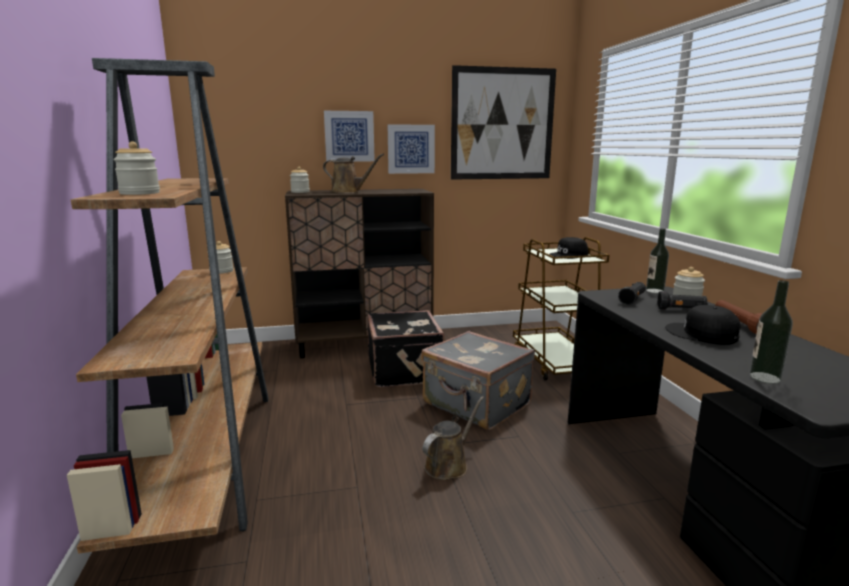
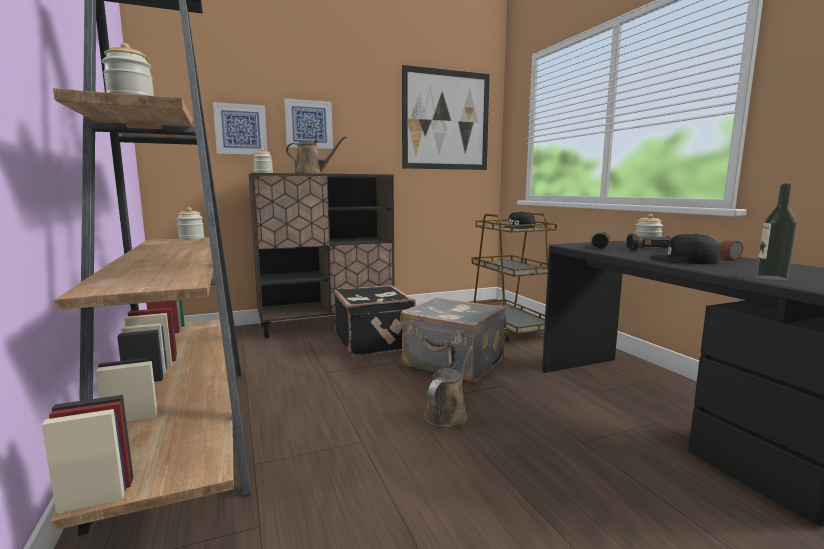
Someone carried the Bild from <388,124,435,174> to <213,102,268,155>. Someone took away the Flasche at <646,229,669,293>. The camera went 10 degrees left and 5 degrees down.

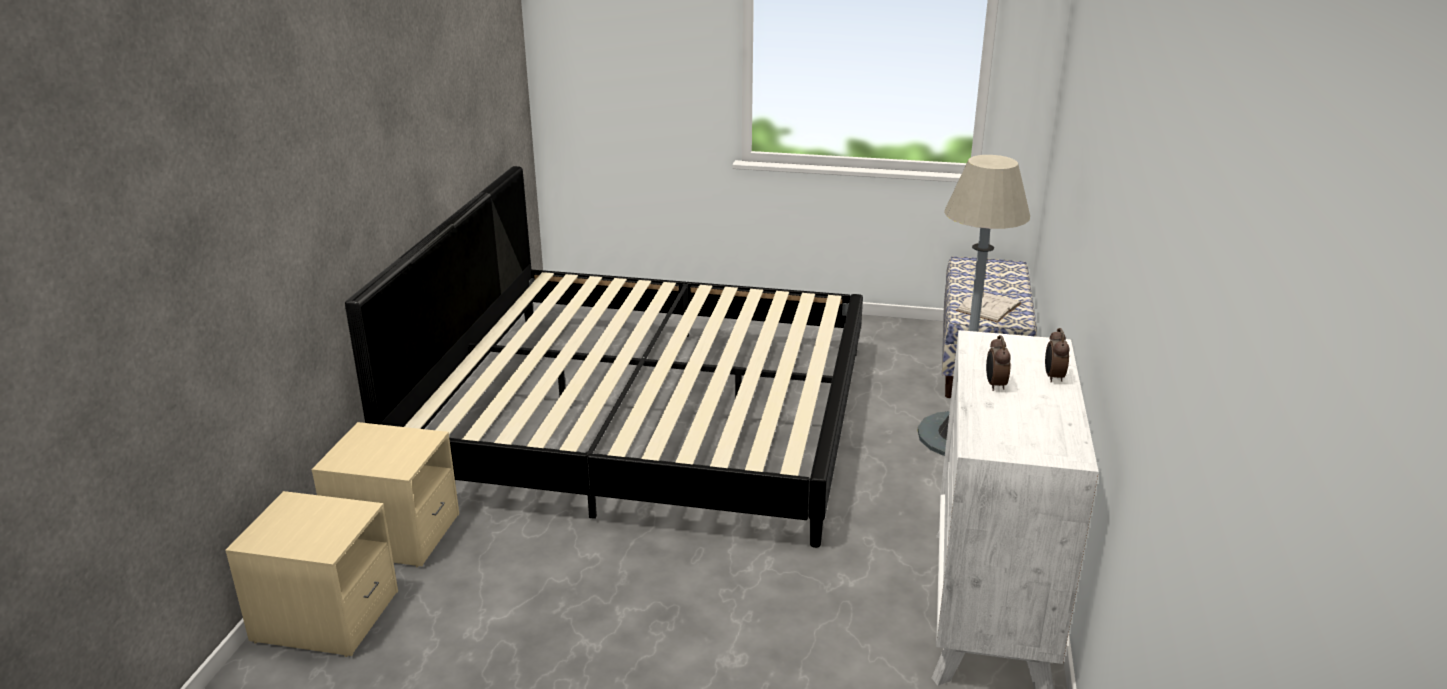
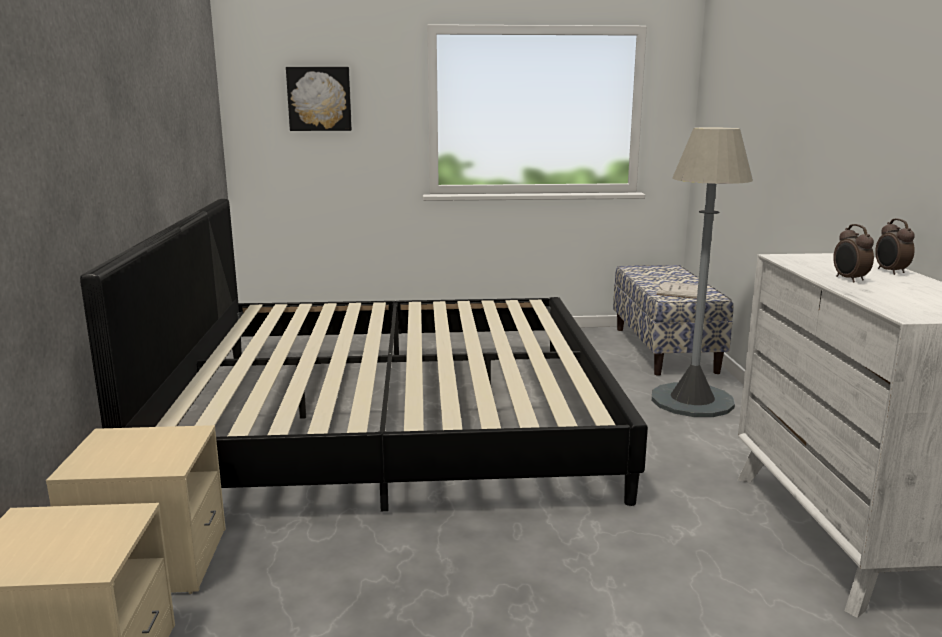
Someone put up the Bild at <286,67,352,131>. The camera went 15 degrees left and 10 degrees down.

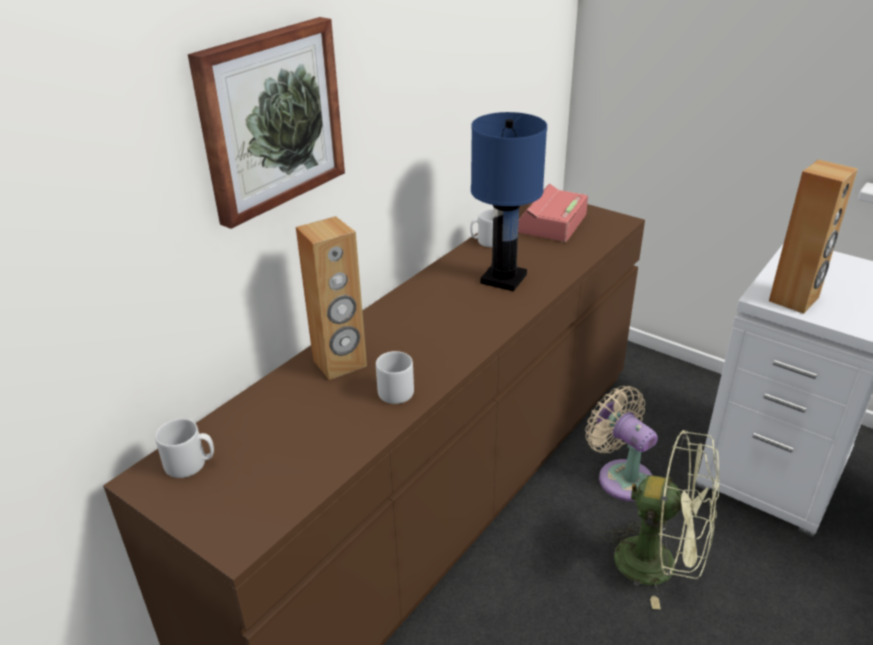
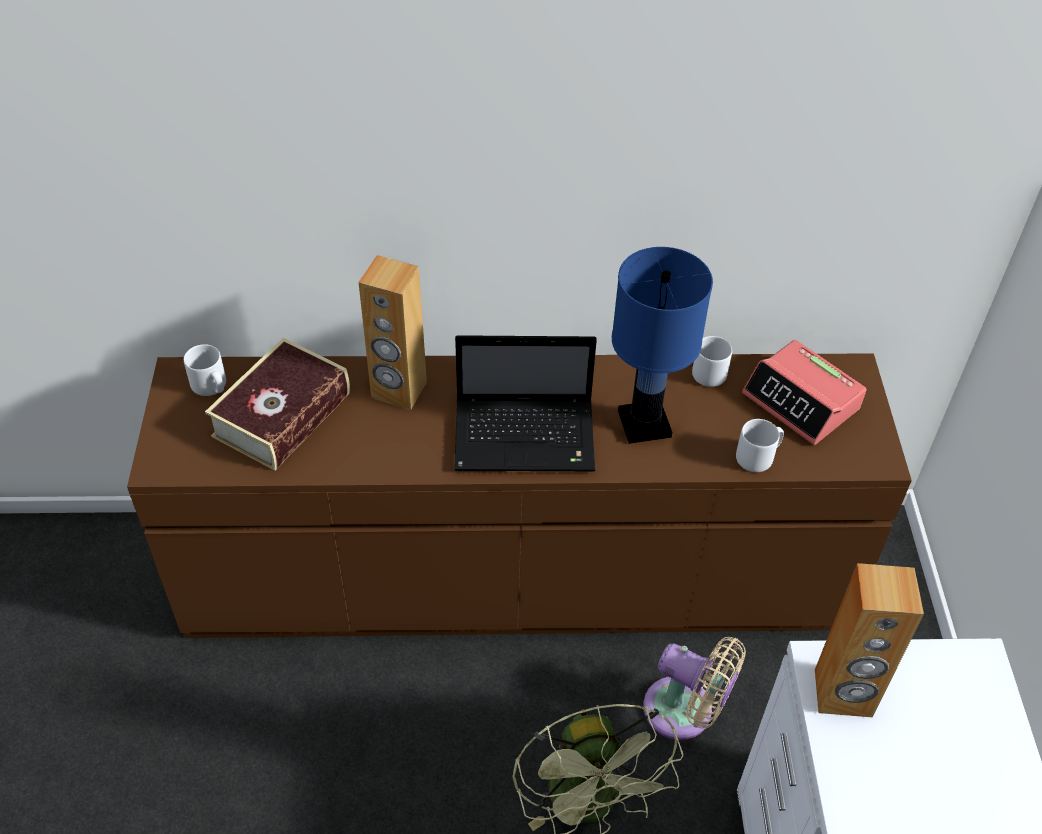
Someone took away the Bild at <188,17,345,229>. Someone rotated the Wecker at <518,184,588,242> by 120 degrees counterclockwise. Someone carried the Henkelbecher/grau from <376,351,414,404> to <736,419,784,472>. Someone rotated the Ventilator/beige at <585,386,658,501> by 105 degrees clockwise. Someone put down the Laptop at <454,335,597,471>. Someone put down the Buch at <205,338,350,471>. The camera went 50 degrees right and 15 degrees up.

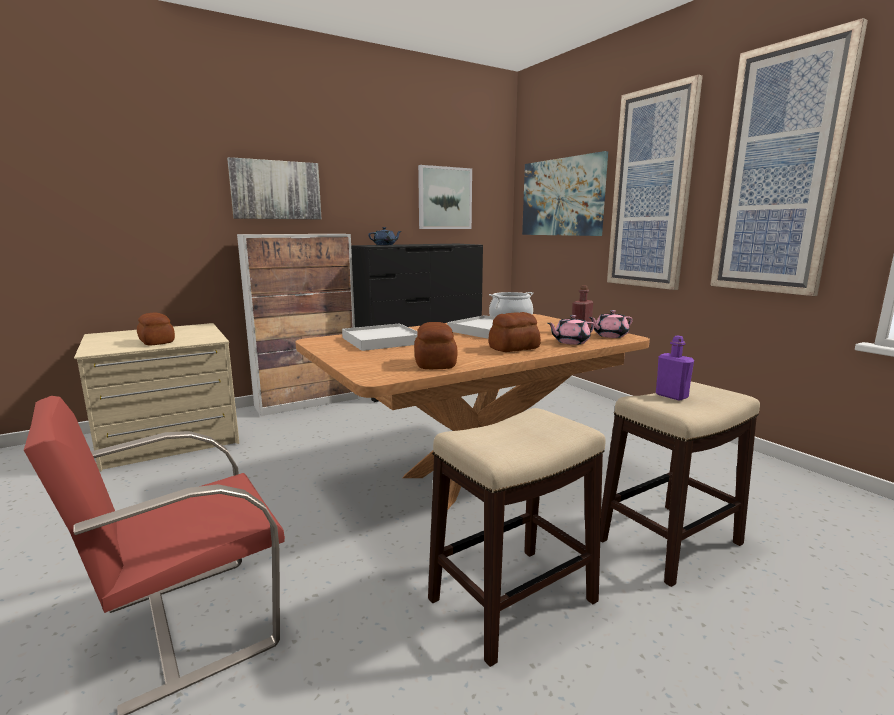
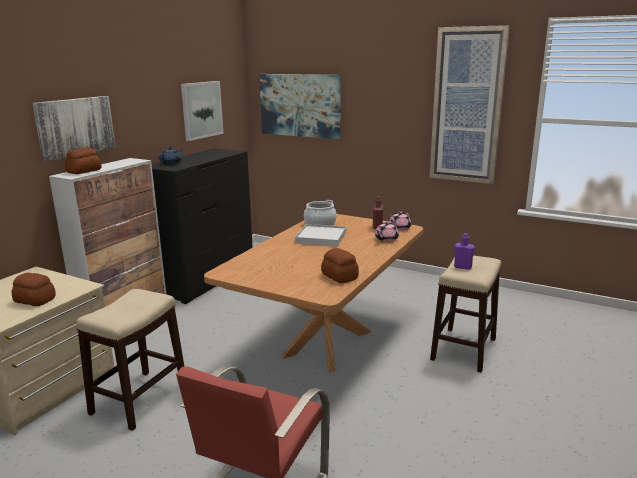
Someone took away the Bild at <607,75,703,290>. Someone carried the Brot from <489,312,541,352> to <65,147,101,174>. Someone took away the Tablett/weiß at <342,324,418,351>. Someone carried the Hocker from <428,408,606,667> to <76,289,185,431>. The camera went 30 degrees left and 5 degrees up.

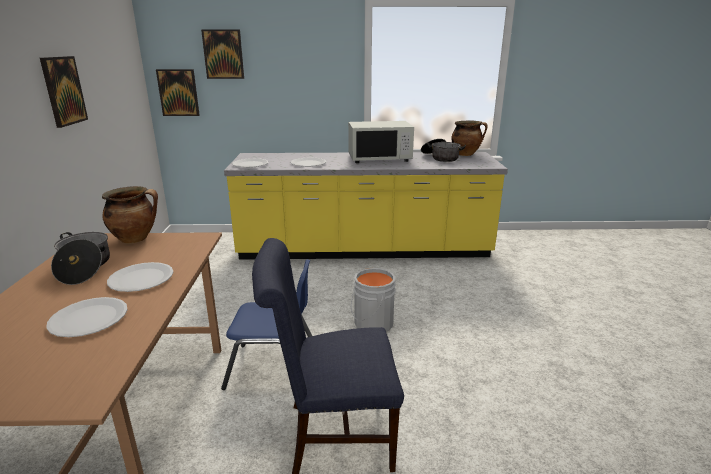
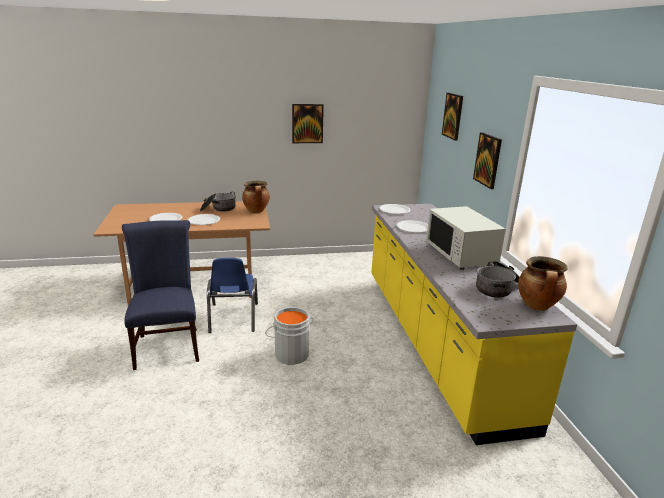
Someone carried the Bild from <156,69,200,116> to <473,132,502,189>. The camera went 80 degrees right and 0 degrees up.

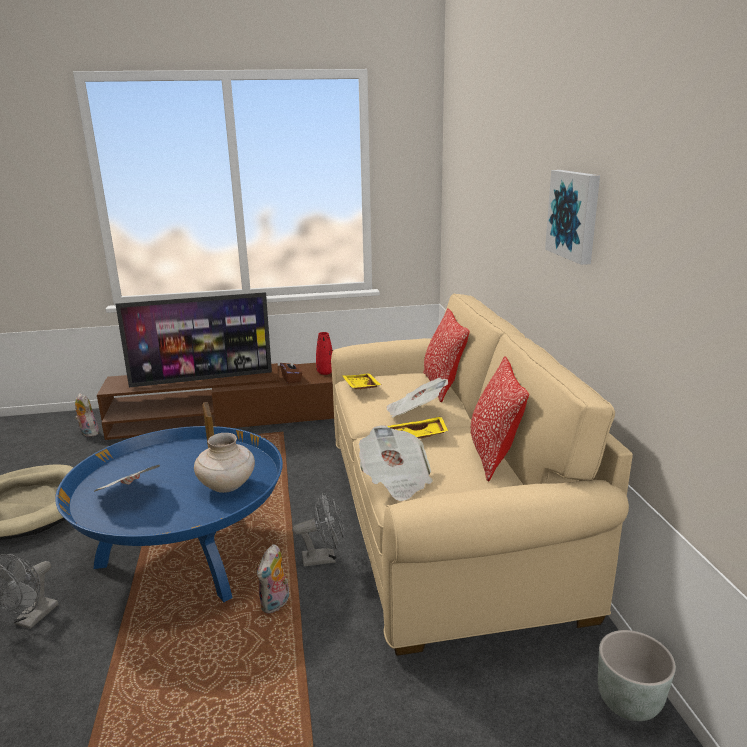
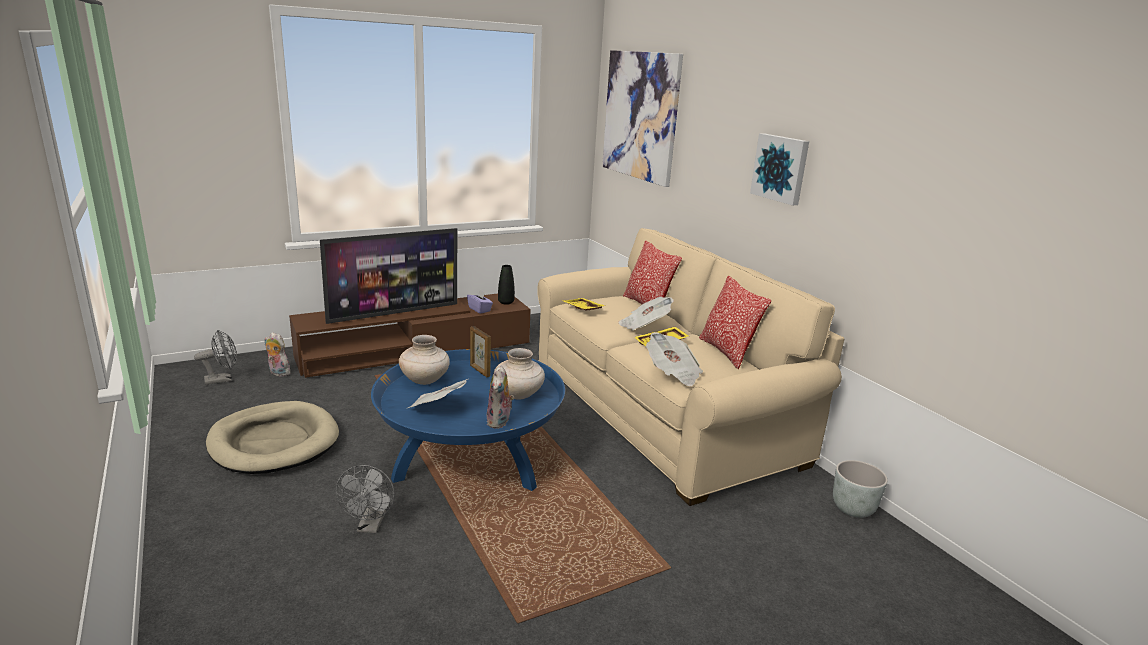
Someone repainted the Vase/rot at <316,332,333,375>, which became the Vase/schwarz at <498,265,515,305>. Someone repainted the Taschentuchbox/braun at <280,358,302,384>, which became the Taschentuchbox/lila at <467,290,493,314>. Someone carried the Ventilator/grau from <292,493,345,566> to <194,330,237,385>. Someone carried the Plüschtier from <257,544,289,614> to <487,365,514,429>. Someone put up the Bild at <602,50,683,187>. Someone put down the Vase/beige at <399,335,450,385>. The camera went 20 degrees left and 0 degrees up.

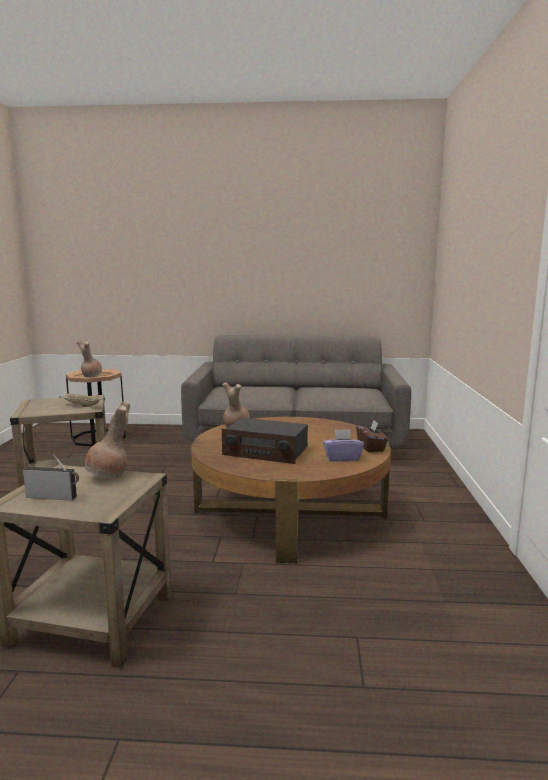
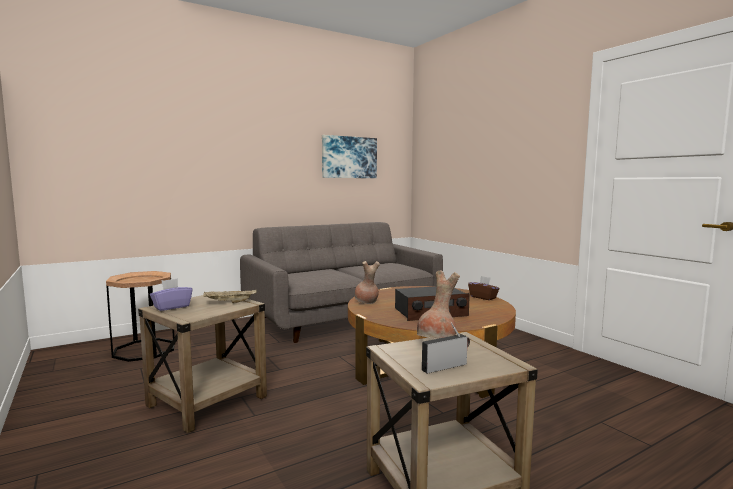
Someone took away the Vase/braun at <77,341,102,378>. Someone carried the Taschentuchbox/lila from <323,429,364,462> to <150,278,193,311>. Someone put up the Bild at <322,135,377,178>. The camera went 35 degrees left and 5 degrees down.

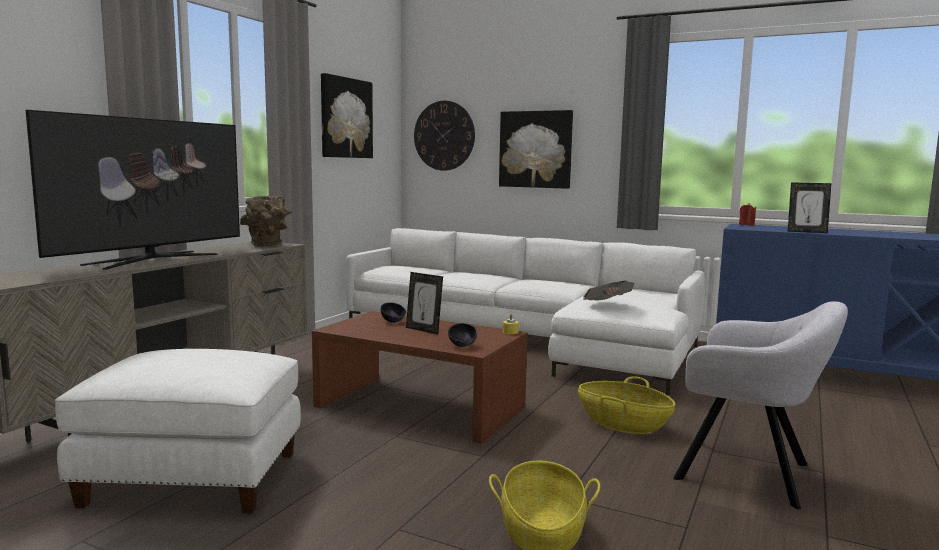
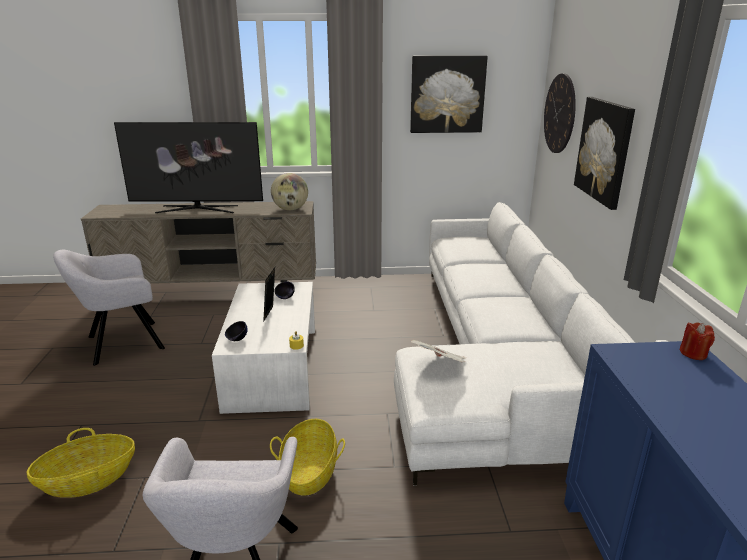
Someone took away the Bilderrahmen at <788,182,831,233>. Someone swapped the Vase/braun at <240,196,292,247> for the Globus at <271,173,308,210>. Someone repainted the Couchtisch/braun at <312,311,528,444>, which became the Couchtisch/weiß at <212,282,315,414>. Someone swapped the Polsterhocker/weiß at <55,349,301,514> for the Sessel/grau at <53,250,165,366>. The camera went 60 degrees right and 15 degrees up.

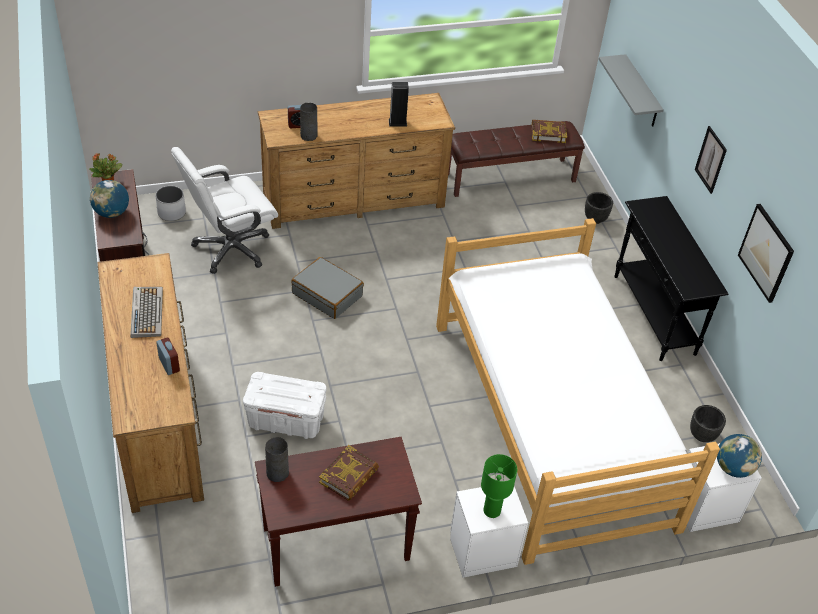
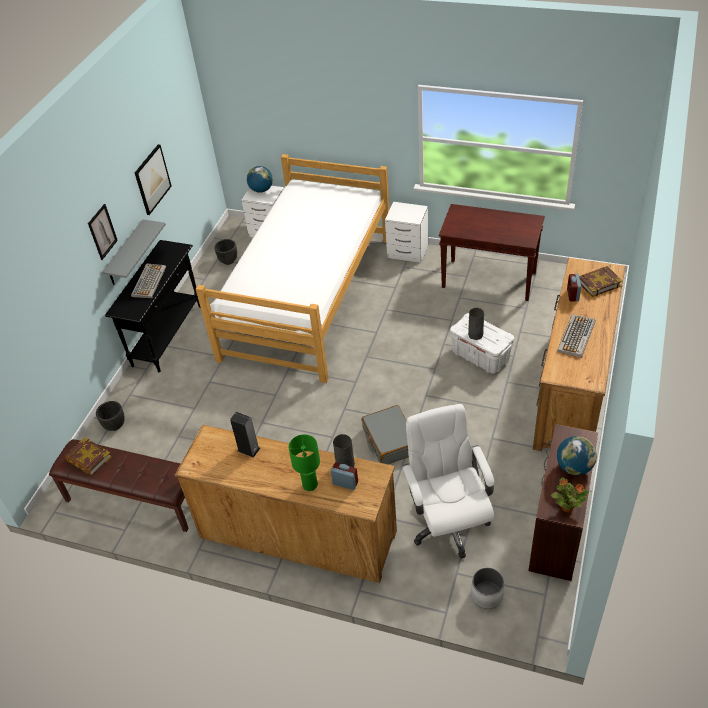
Someone carried the Wandregal/grau from <599,54,664,126> to <102,219,166,285>. Someone rotated the Bürostuhl/weiß at <171,147,278,274> by 105 degrees counterclockwise. Someone carried the Vase/grau from <265,437,289,482> to <468,308,484,340>. Someone carried the Buch from <319,445,379,501> to <579,266,623,297>. Someone carried the Tischlampe/grün from <481,454,517,518> to <288,434,320,491>. Someone put down the Tastatur at <131,263,166,298>. The camera went 140 degrees left and 0 degrees up.

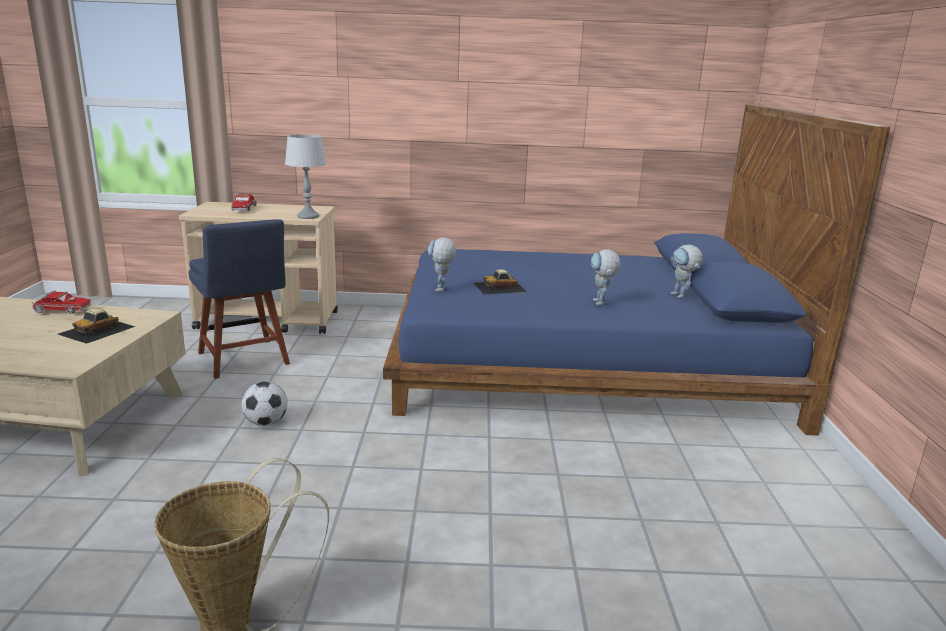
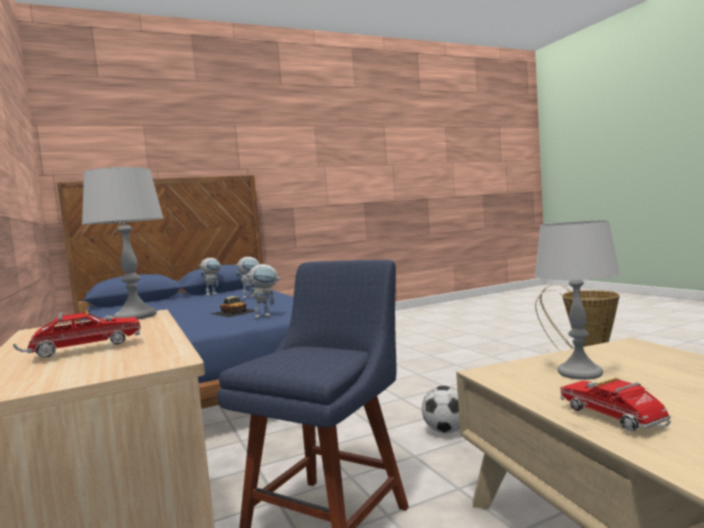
Someone swapped the Spielzeugauto at <58,309,135,344> for the Tischlampe/grau at <534,220,620,380>. The camera went 115 degrees left and 15 degrees down.

